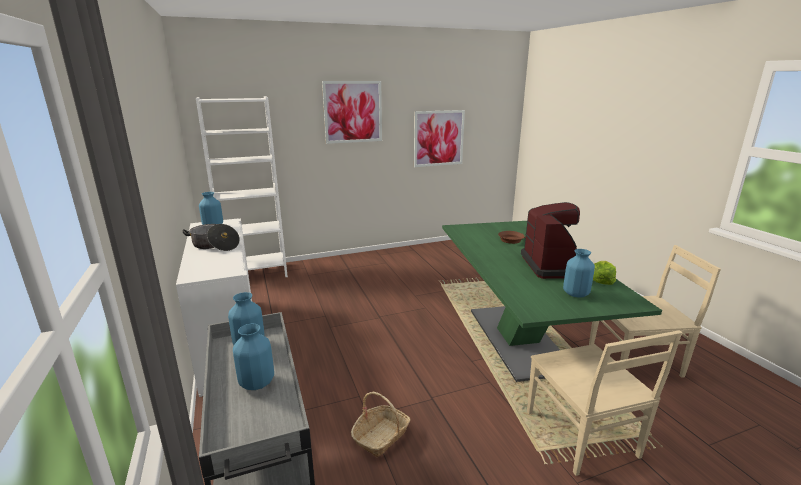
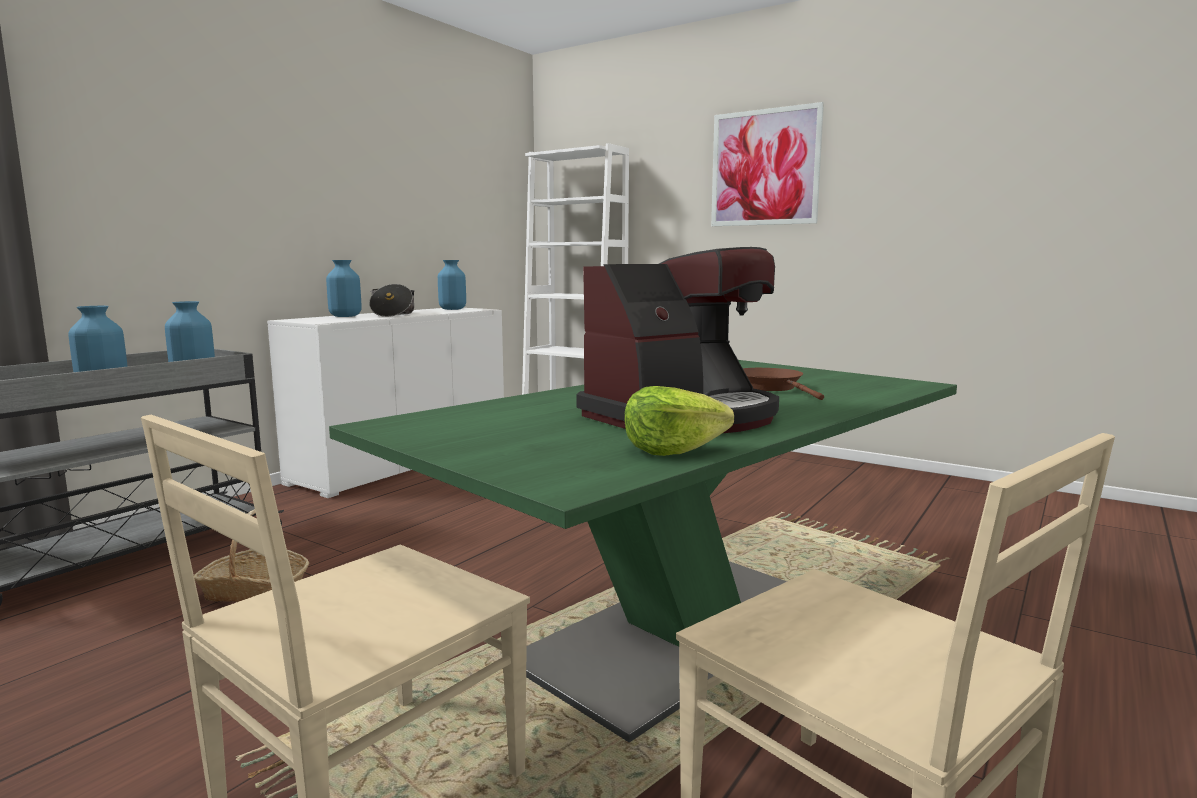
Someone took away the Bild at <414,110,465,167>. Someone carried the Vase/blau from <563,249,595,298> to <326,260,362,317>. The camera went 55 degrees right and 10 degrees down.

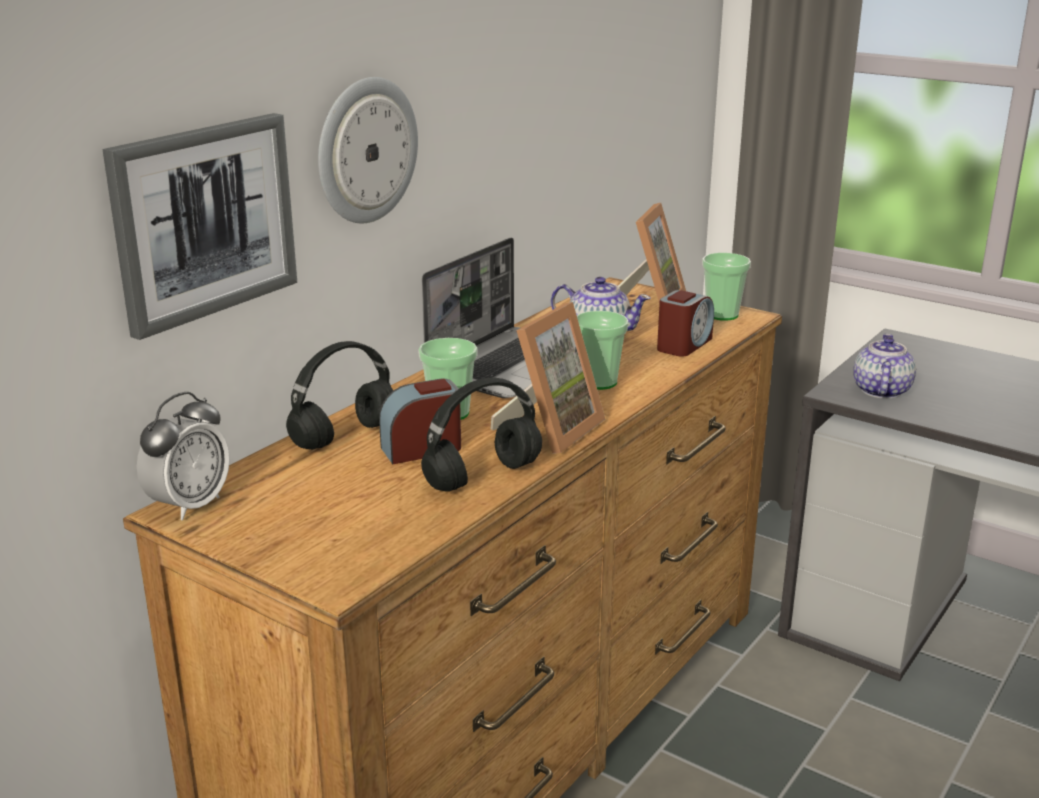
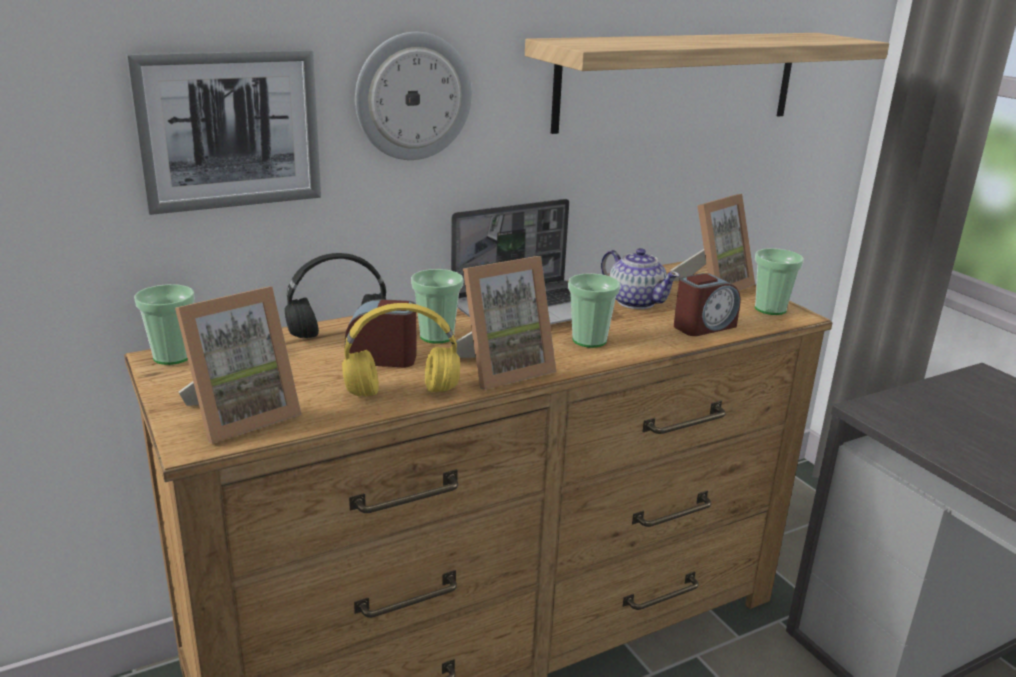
Someone took away the Teekanne at <853,334,916,399>. Someone repainted the Kopfhörer/schwarz at <421,377,542,492>, which became the Kopfhörer/gelb at <342,303,460,397>. Someone swapped the Wecker at <137,392,230,520> for the Tasse at <134,284,195,365>. Someone put up the Wandregal at <525,33,889,134>. Someone put down the Bilderrahmen at <175,286,301,444>. The camera went 25 degrees right and 0 degrees up.

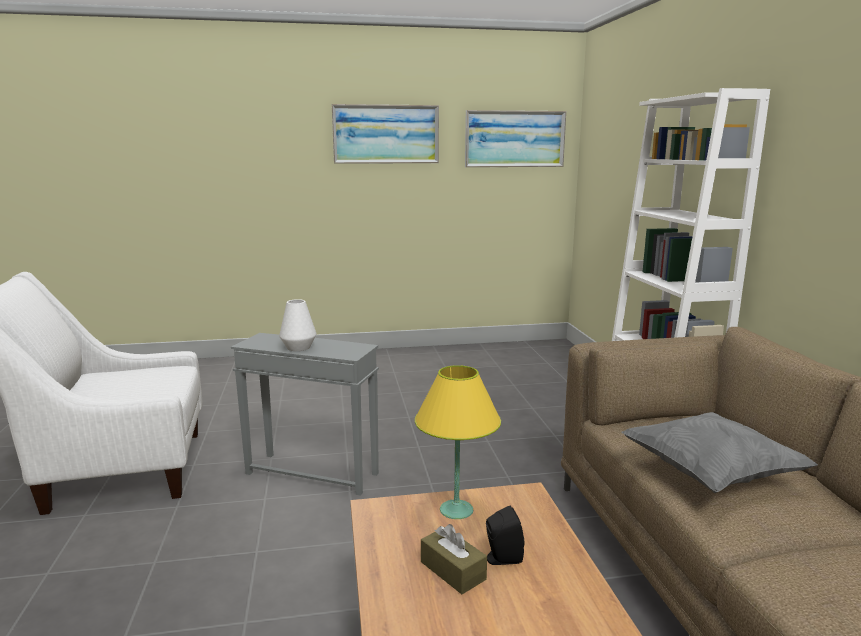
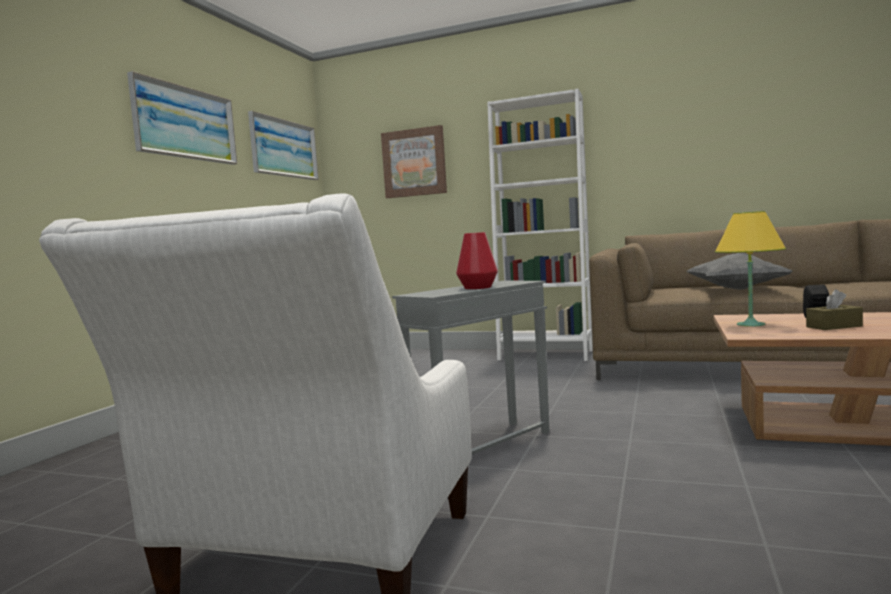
Someone repainted the Vase/weiß at <279,299,316,351>, which became the Vase/rot at <456,232,498,289>. Someone put up the Bild at <381,125,447,198>. The camera went 60 degrees left and 10 degrees down.

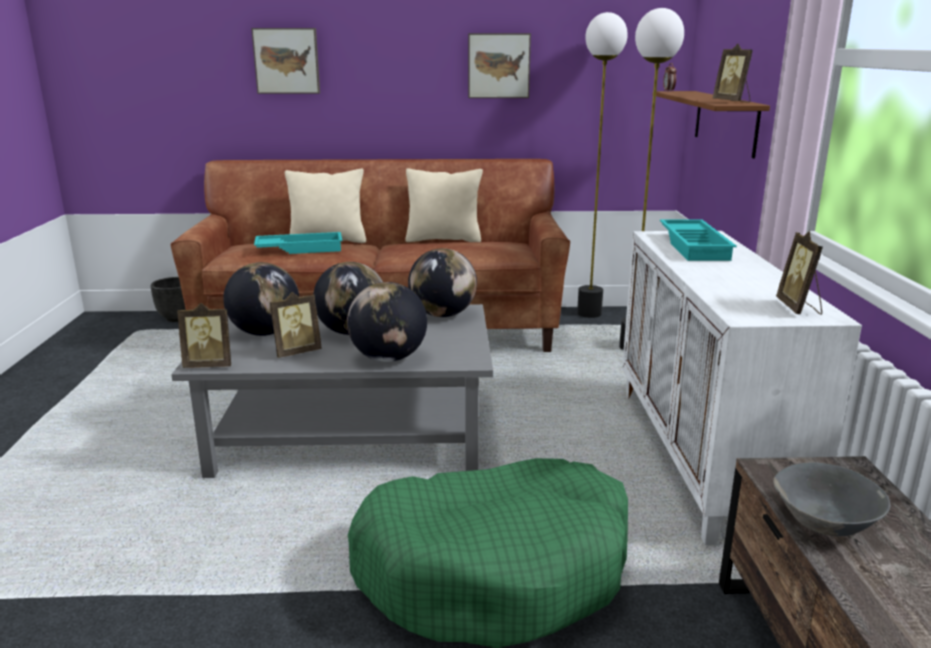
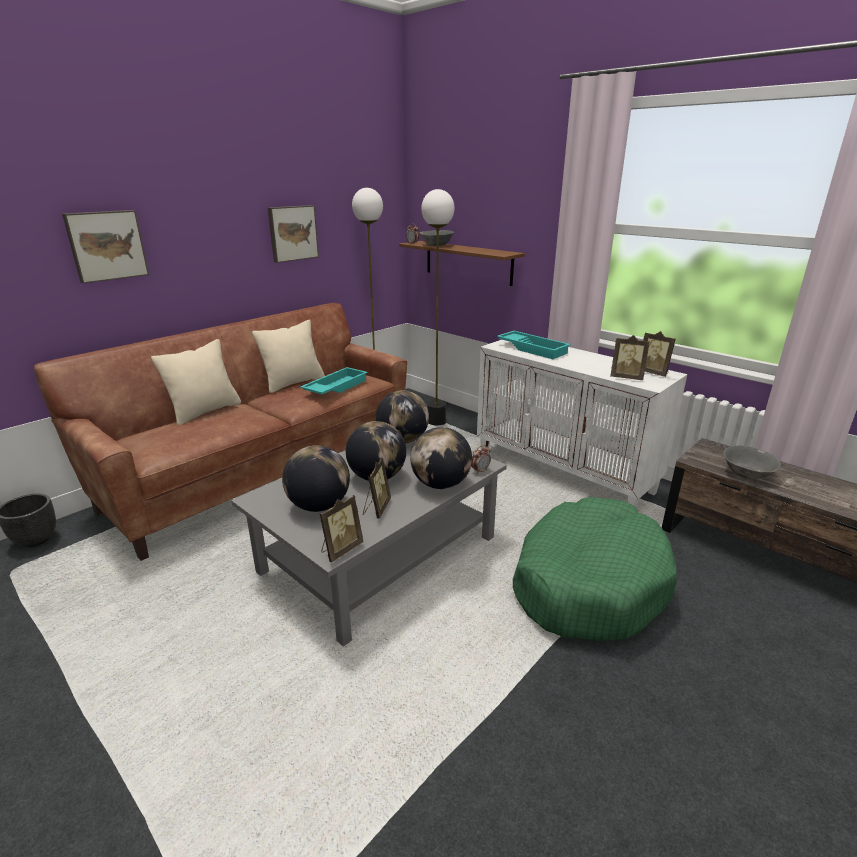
Someone carried the Bilderrahmen from <712,44,753,102> to <610,335,650,380>. Someone carried the Tablett/türkis from <254,232,342,254> to <300,367,368,395>. Someone put down the Schüssel/grau at <419,230,454,246>. Someone put down the Wecker at <471,445,491,474>. The camera went 45 degrees left and 5 degrees up.

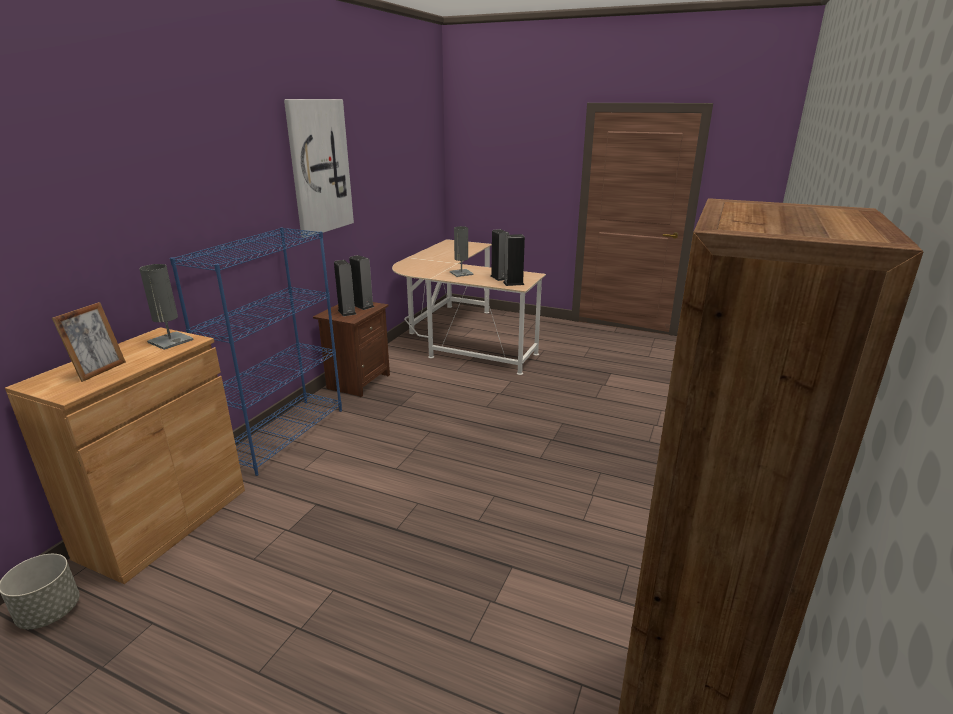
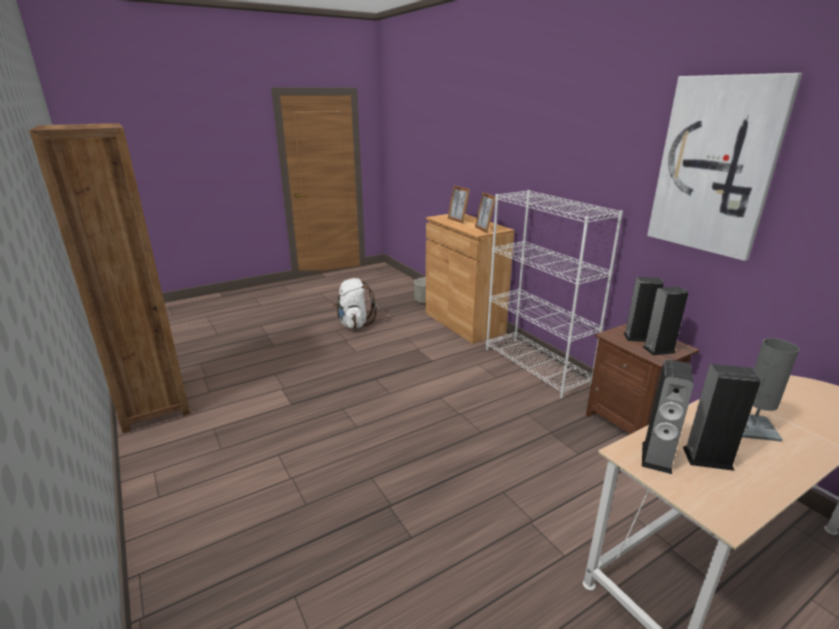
Someone repainted the Bücherregal/blau at <170,227,342,476>, which became the Bücherregal/weiß at <486,190,623,399>. Someone swapped the Tischlampe/grau at <139,264,193,350> for the Bilderrahmen at <475,192,495,233>. Someone put down the Rucksack/weiß at <333,278,377,329>. The camera went 125 degrees right and 0 degrees up.

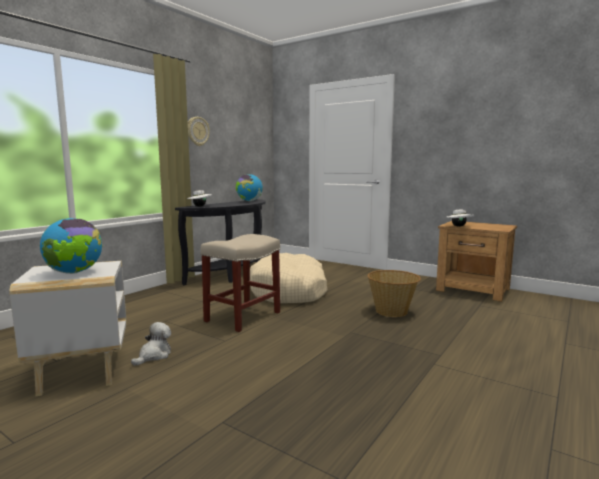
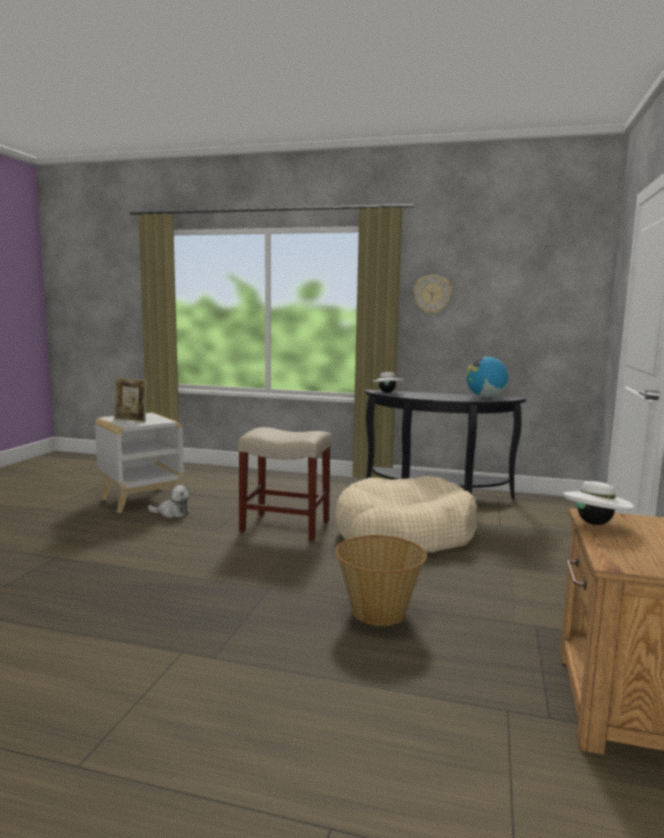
Someone swapped the Globus at <40,218,103,274> for the Bilderrahmen at <114,377,147,422>. The camera went 70 degrees right and 0 degrees up.

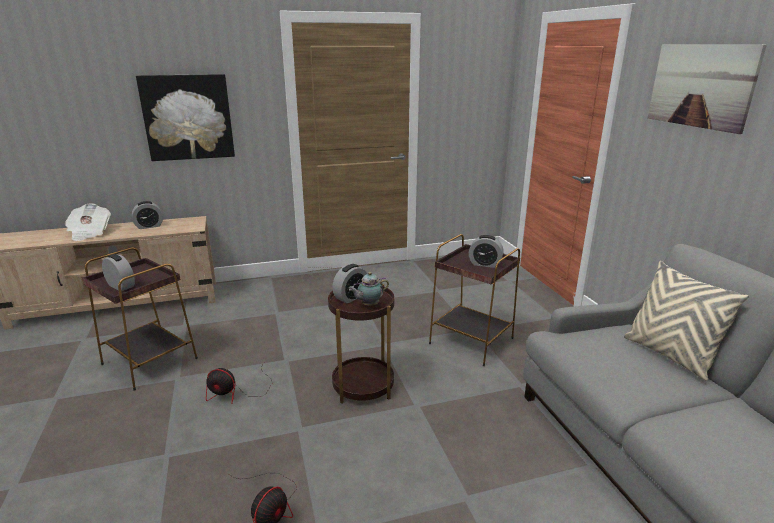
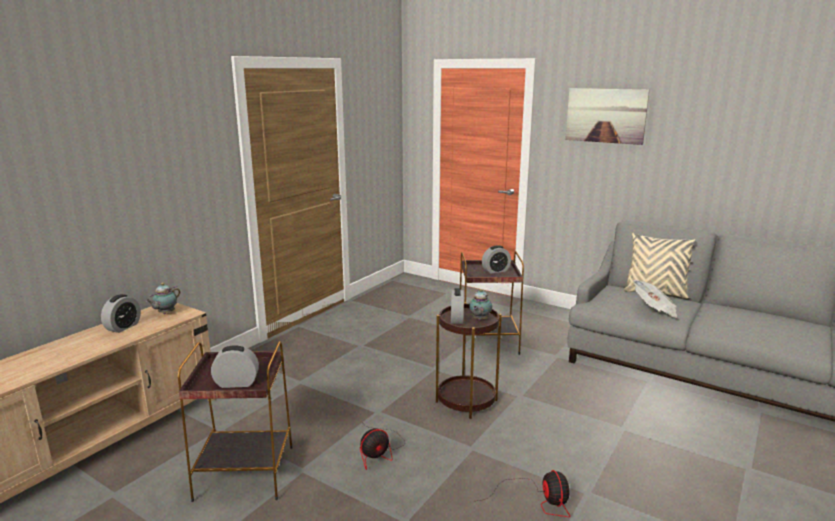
Someone took away the Bild at <136,74,235,161>. Someone carried the Zeitung from <65,203,111,241> to <633,280,677,318>. Someone put down the Teekanne at <146,283,180,314>. The camera went 40 degrees left and 5 degrees down.

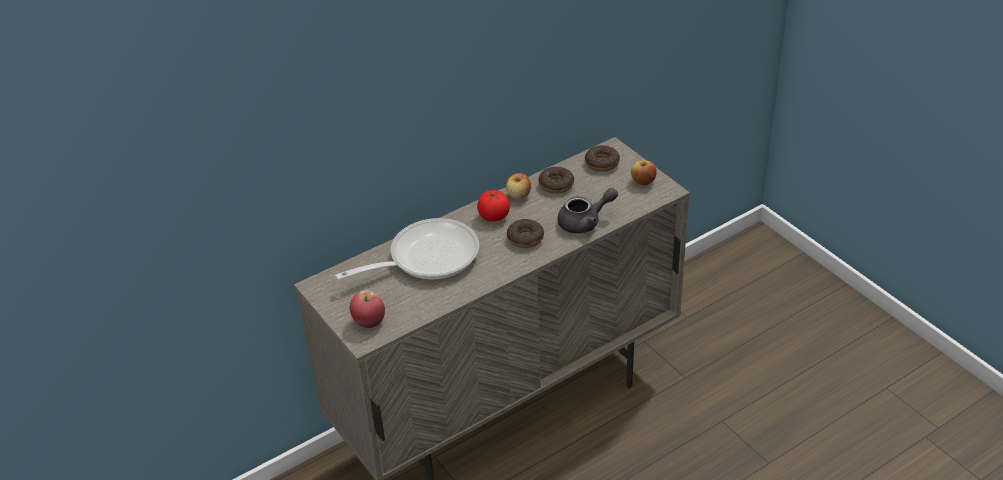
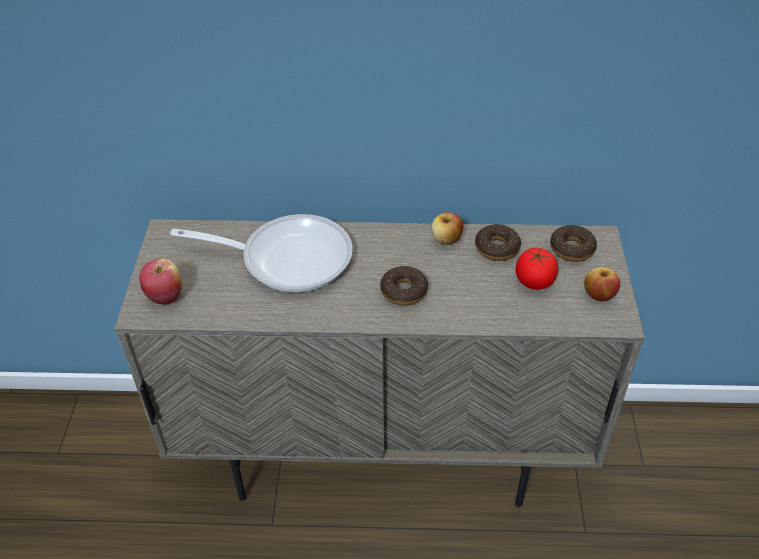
Someone took away the Teekanne/grau at <558,188,618,233>. Someone carried the Tomate from <477,190,510,222> to <516,248,558,290>. The camera went 35 degrees right and 5 degrees up.

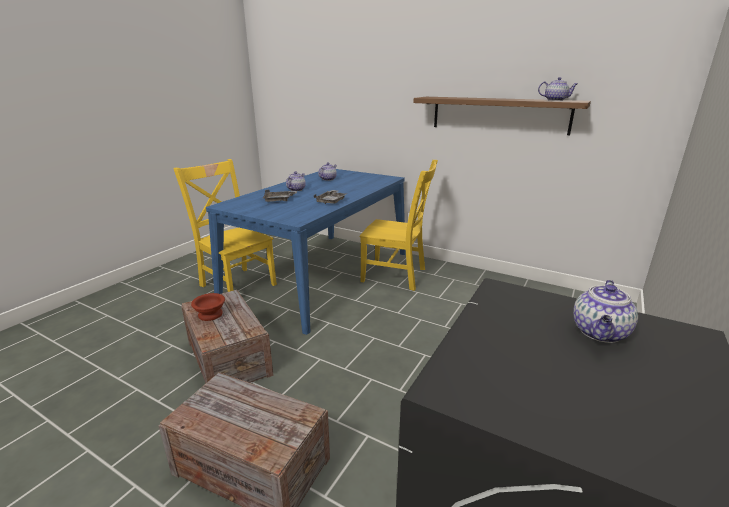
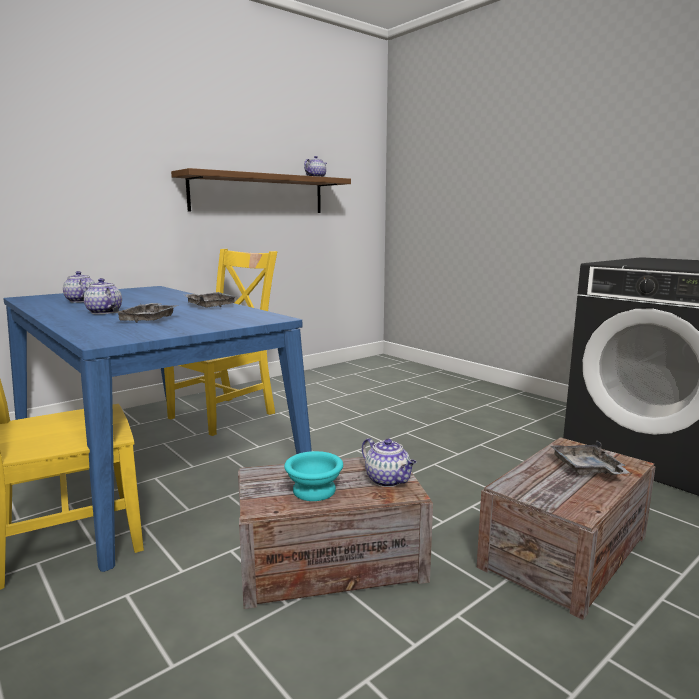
Someone carried the Teekanne from <573,280,638,343> to <362,438,416,487>. Someone repainted the Schüssel/braun at <191,293,225,321>, which became the Schüssel/türkis at <284,451,343,501>. Someone put down the Tablett/grau at <550,441,630,475>. The camera went 70 degrees left and 10 degrees down.

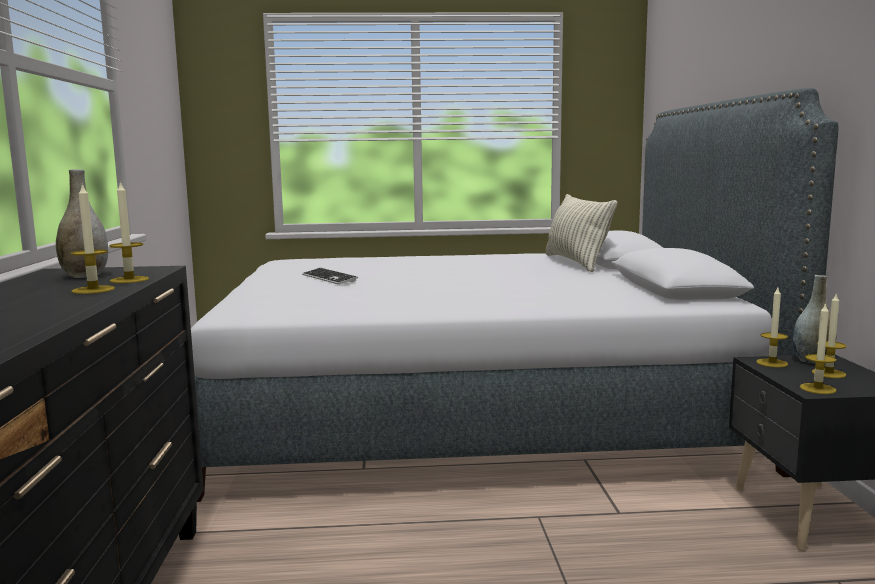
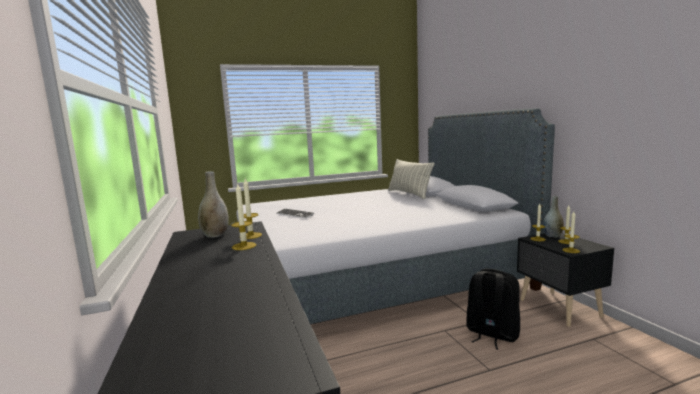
Someone put down the Rucksack/schwarz at <466,269,520,350>. The camera went 15 degrees left and 0 degrees up.

